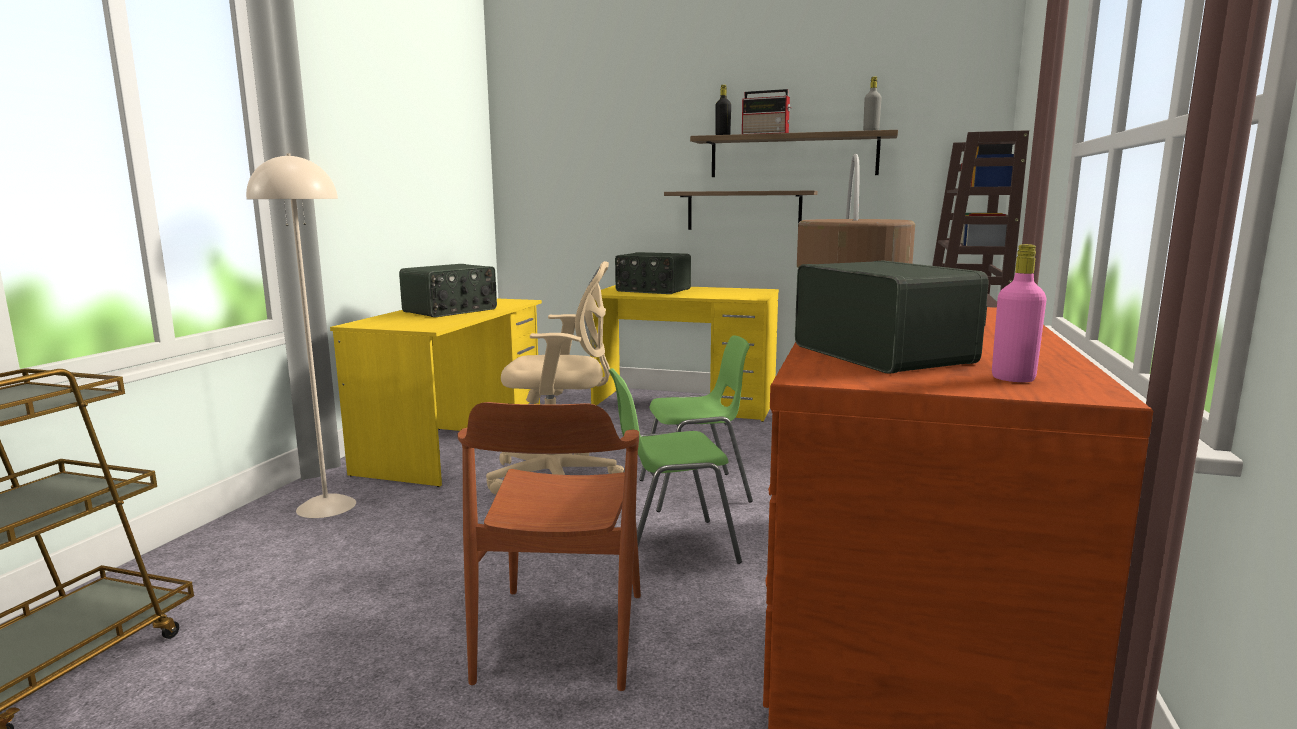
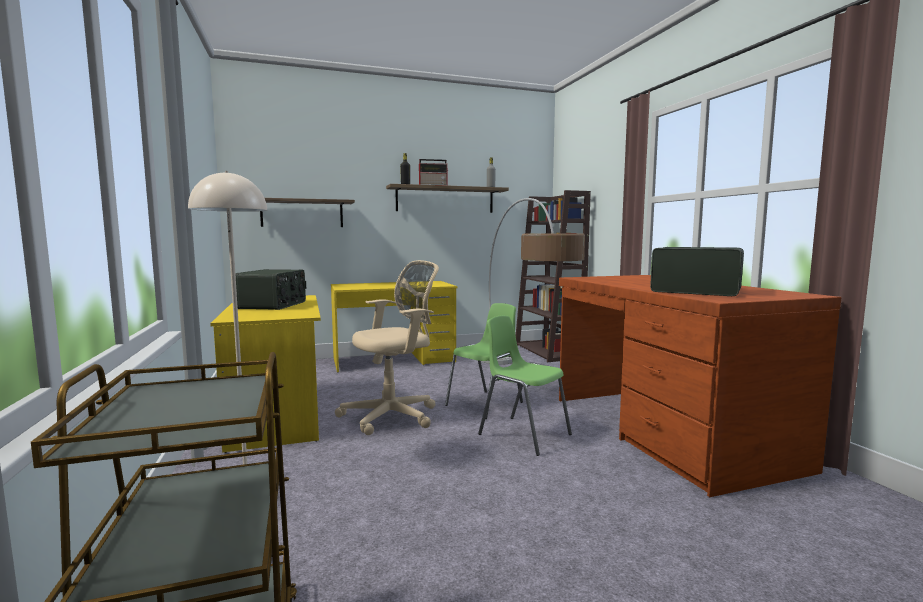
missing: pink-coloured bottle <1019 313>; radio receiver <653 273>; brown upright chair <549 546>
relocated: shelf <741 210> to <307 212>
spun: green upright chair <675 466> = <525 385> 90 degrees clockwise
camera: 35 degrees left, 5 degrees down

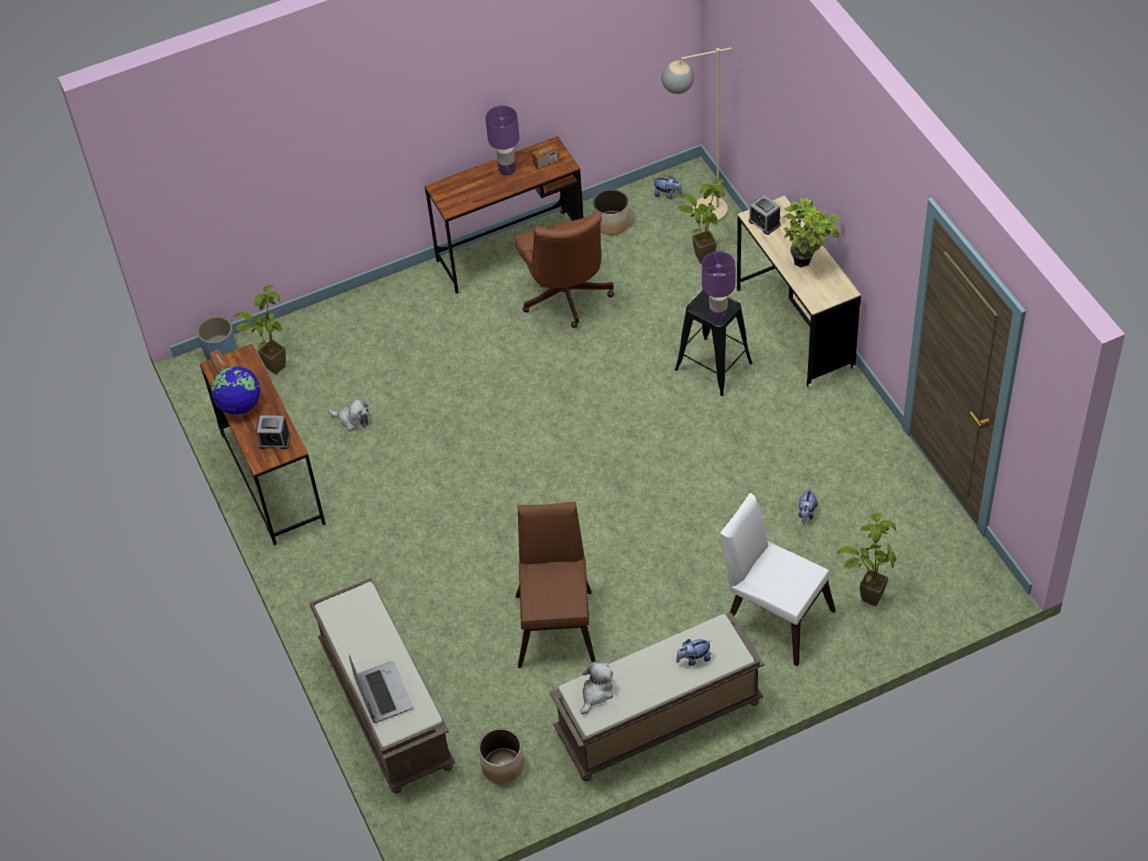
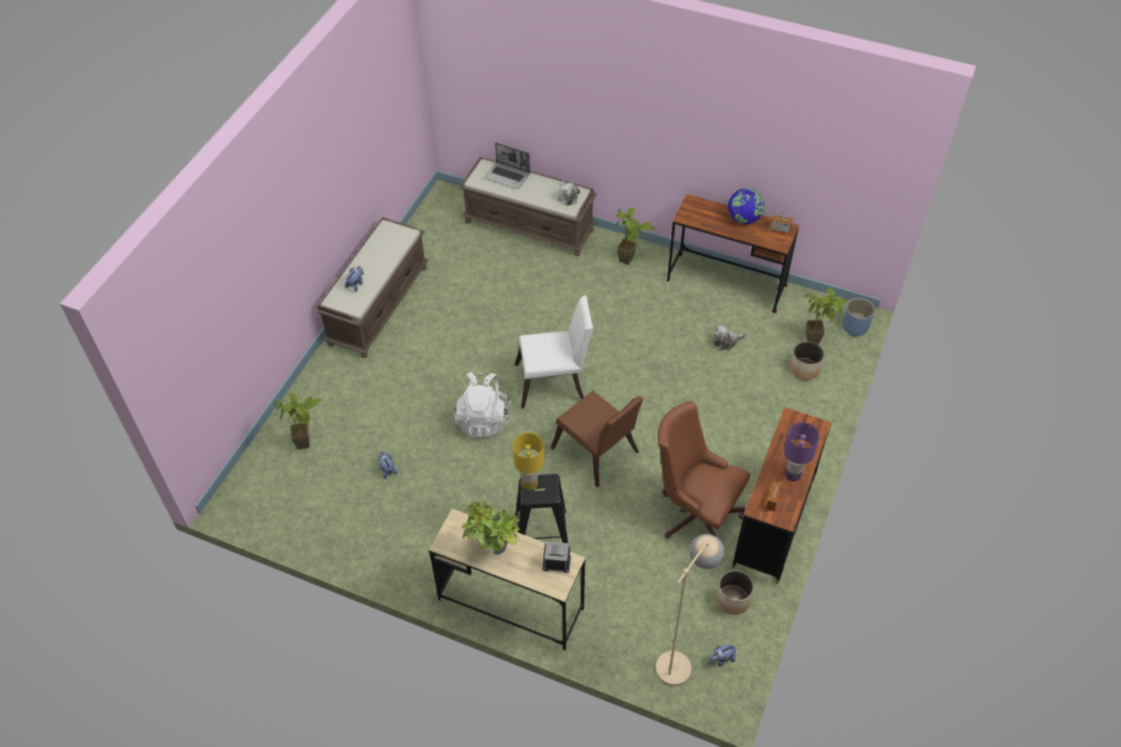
missing: bedside clock <273 432>
appeared: whitish rucksack <482 404>
relocated: potted plant <702 221> to <635 236>; whitish upright chair <778 579> to <554 351>; brown upright chair <556 585> to <597 439>; soft toy <596 688> to <568 193>; planter <501 755> to <807 361>
colour: purple table lamp <719 286> to yellow table lamp <528 462>
camera: 135 degrees right, 0 degrees up

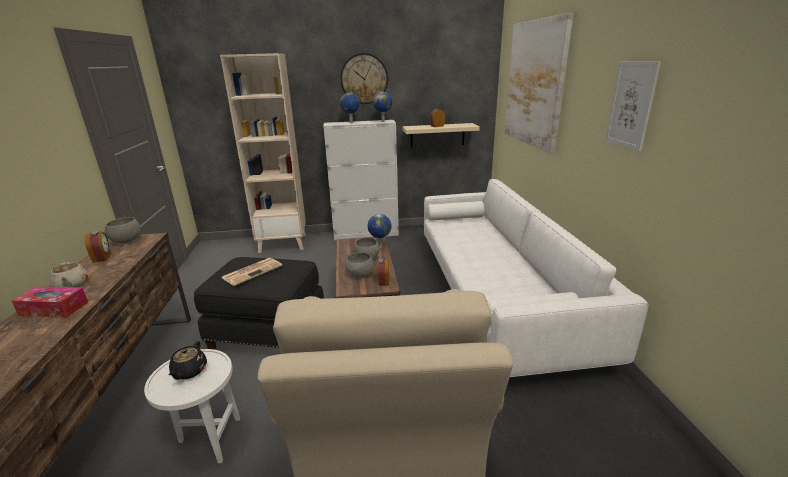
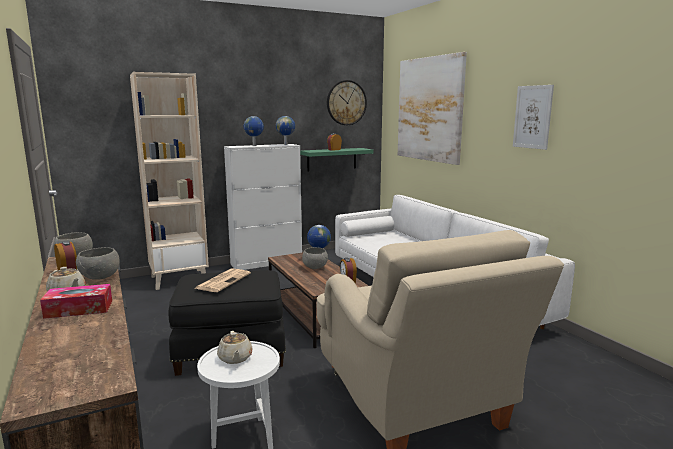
relocated: clock on the wall <364 78> to <347 102>; greyish serving bowl <359 265> to <98 263>
colour: sand-coloured shelf <441 135> to green shelf <337 160>; blackish tea pot <188 360> to sand-coloured tea pot <235 347>
camera: 20 degrees left, 10 degrees down

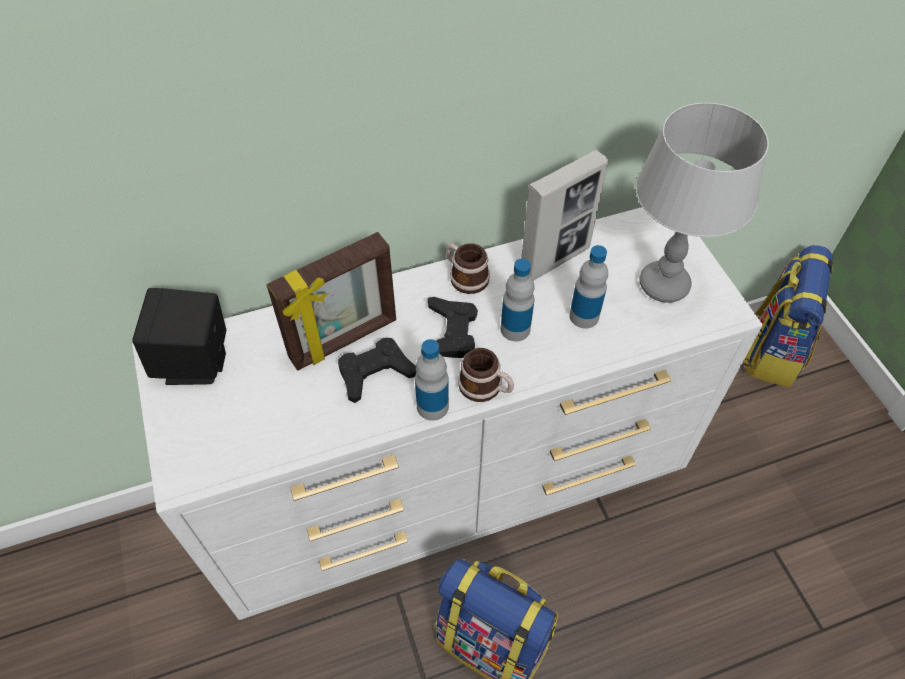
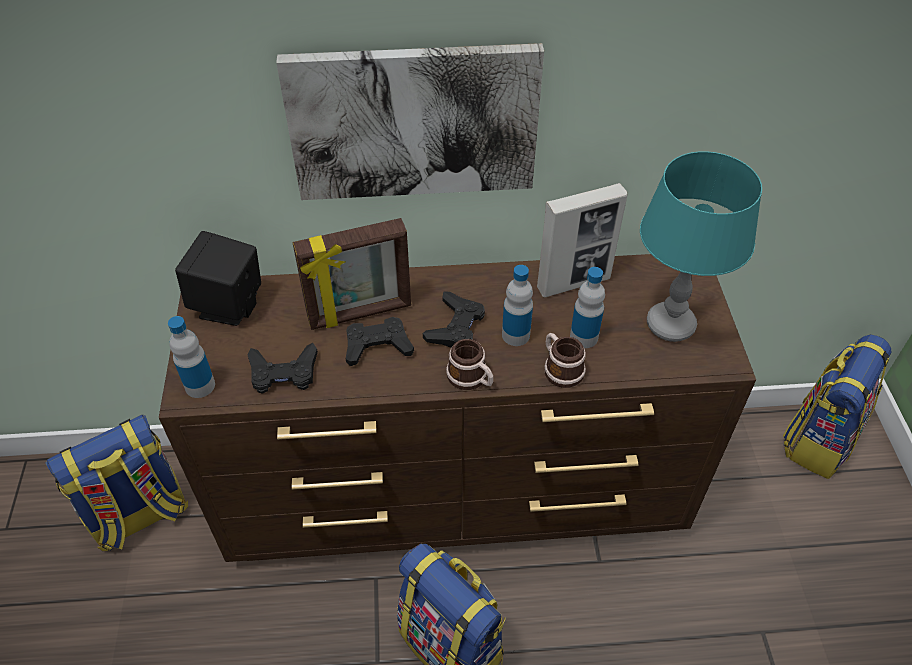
appeared: wall picture <410 121>; blackish game controller <282 368>; rucksack <117 483>
relocated: mug <468 268> to <565 360>; bottle <432 380> to <191 357>
colour: greyish table lamp <702 203> to blue-green table lamp <701 246>; whitish chest of drawers <447 413> to brown chest of drawers <457 408>
camera: 15 degrees right, 5 degrees down

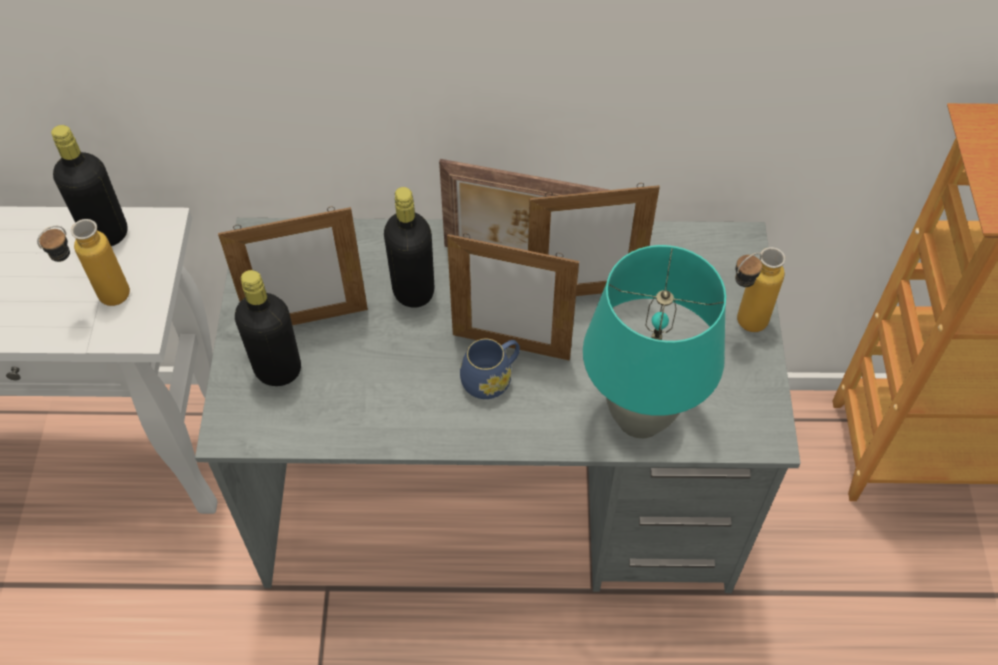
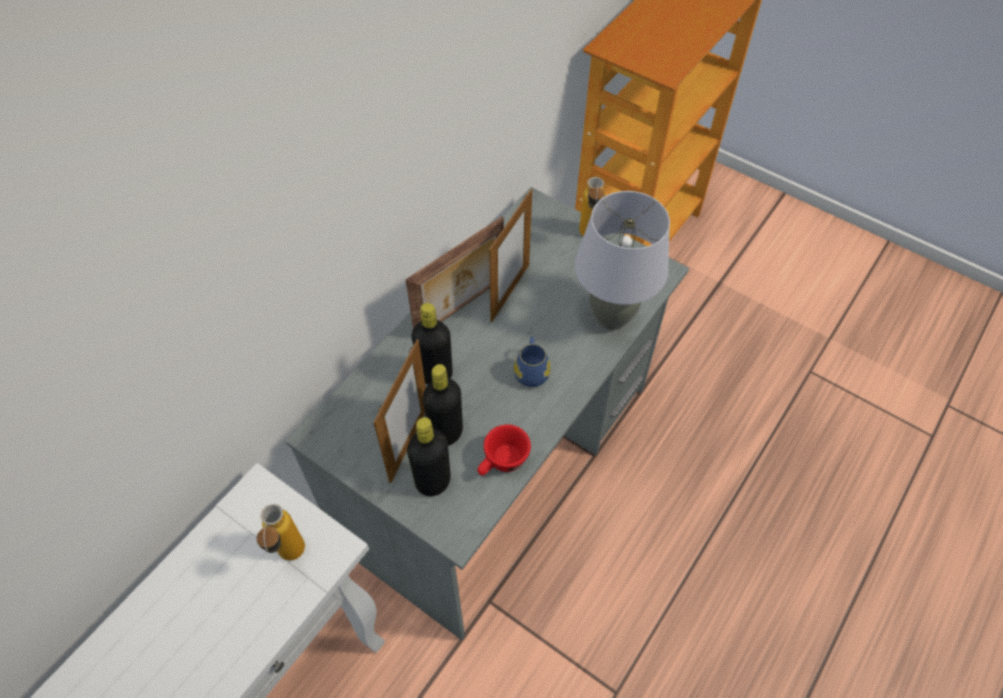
missing: picture frame <513 297>
appeared: red small cup <504 450>
relocated: blackish bottle <89 185> to <443 405>
colour: blue-green table lamp <654 341> to greyish table lamp <622 260>
camera: 55 degrees left, 0 degrees up

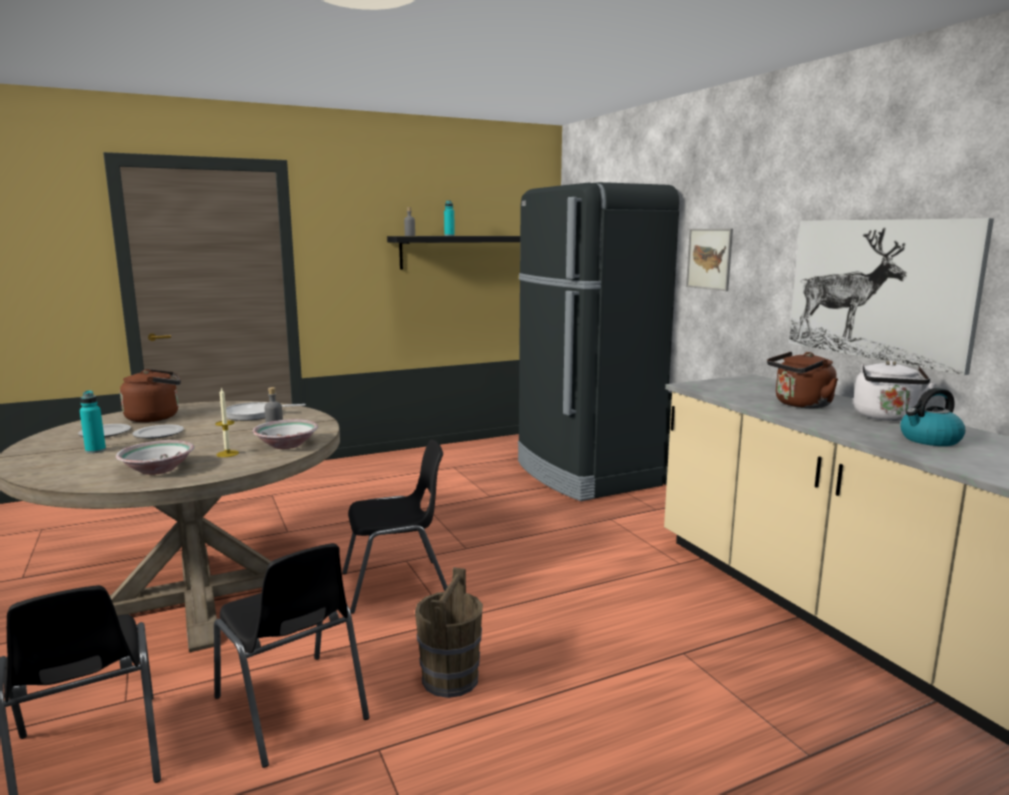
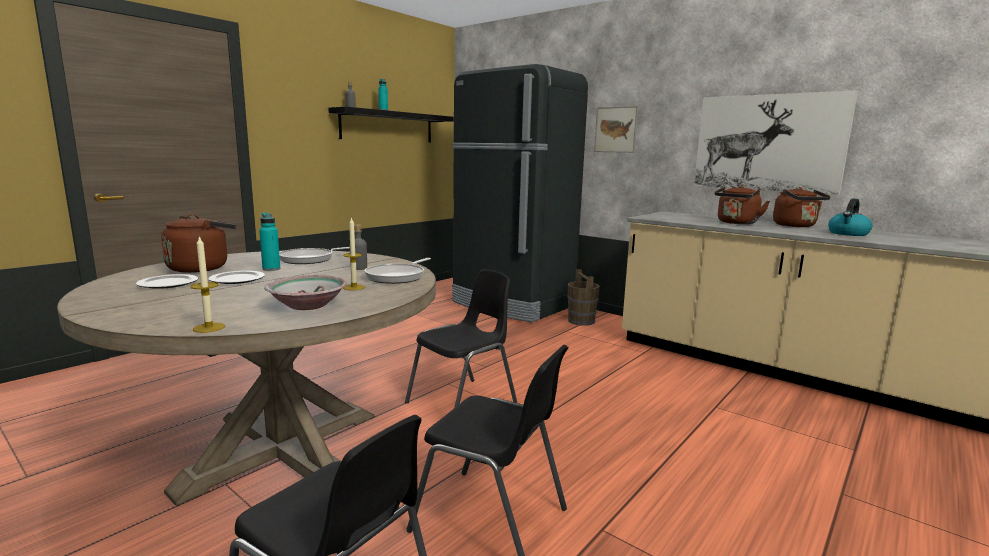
appeared: candle <208 284>
relocated: blue-green bottle <93 421> to <269 242>; brown pail <449 632> to <583 298>
exchanged: serving bowl <285 434> to pan <397 271>
colour: whitish tea kettle <894 390> to brown tea kettle <802 207>
camera: 25 degrees left, 0 degrees up

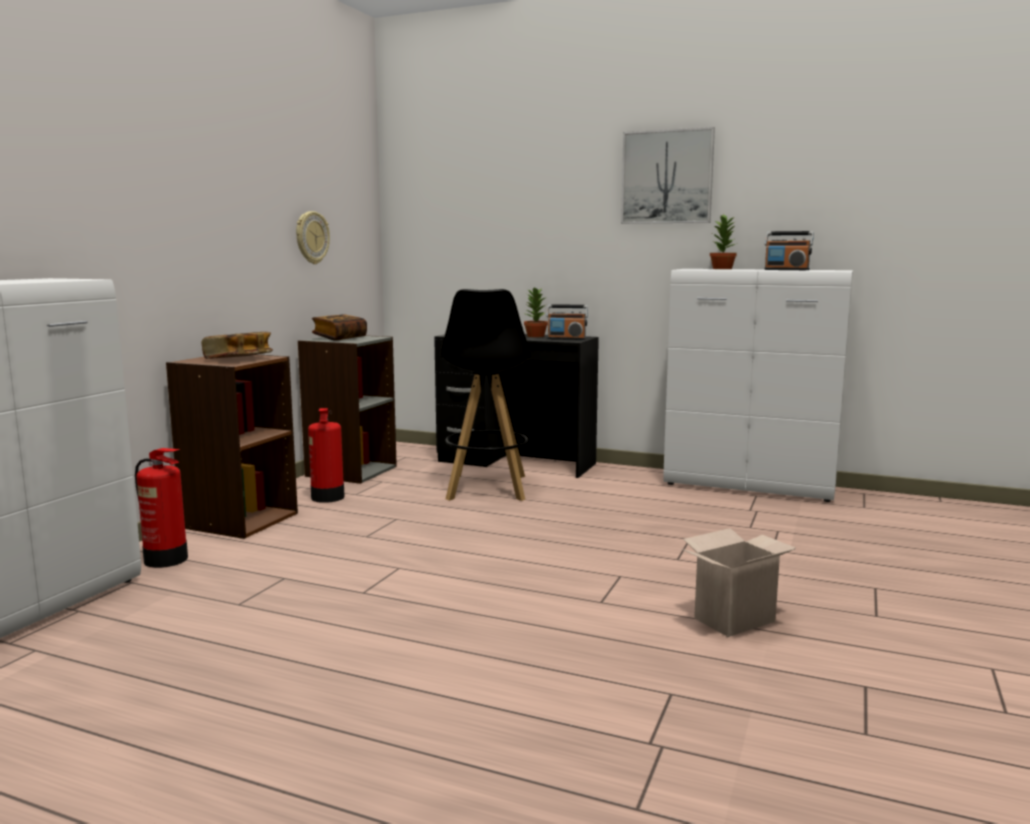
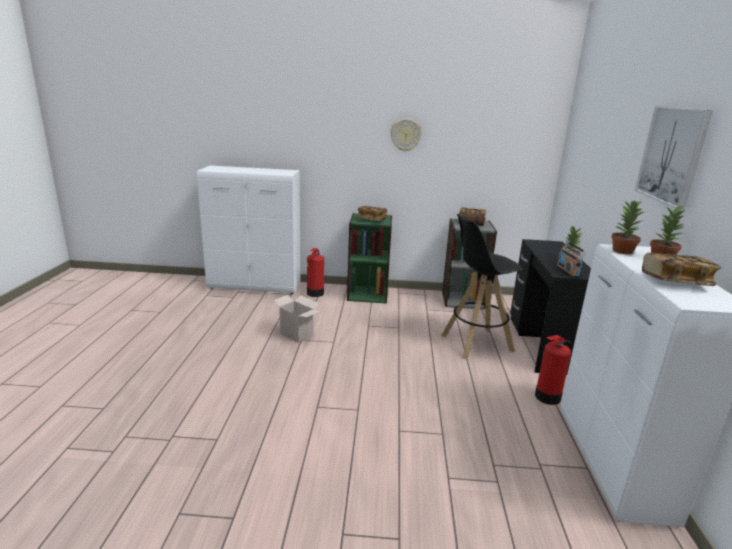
appeared: potted plant <628 227>
relocated: clock on the wall <313 237> to <406 135>; extinguisher <326 455> to <553 370>; cardboard box <738 582> to <297 319>
exchanged: radio receiver <789 250> to volume <681 269>
colour: brown bookshelf <232 446> to green bookshelf <369 258>
camera: 70 degrees right, 10 degrees up

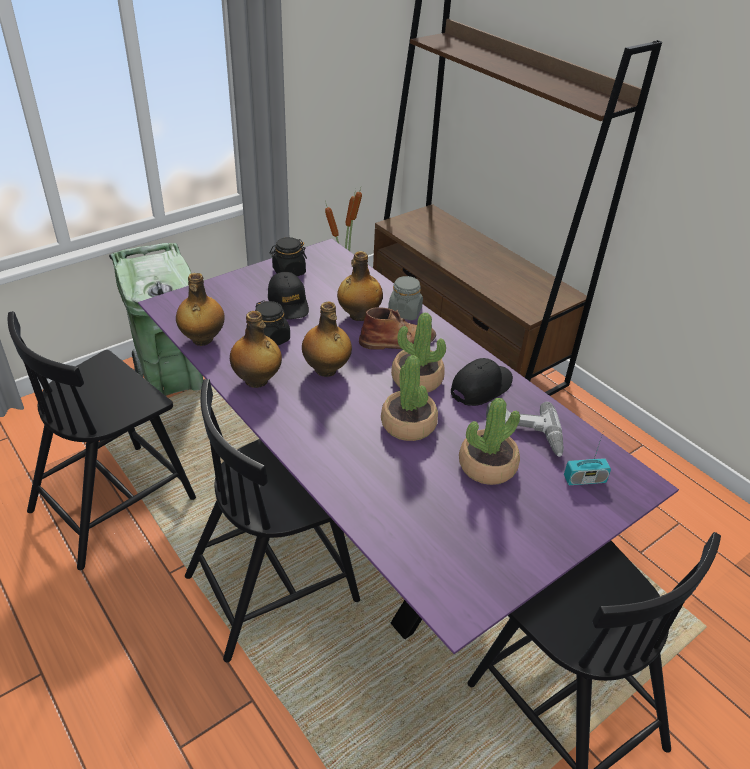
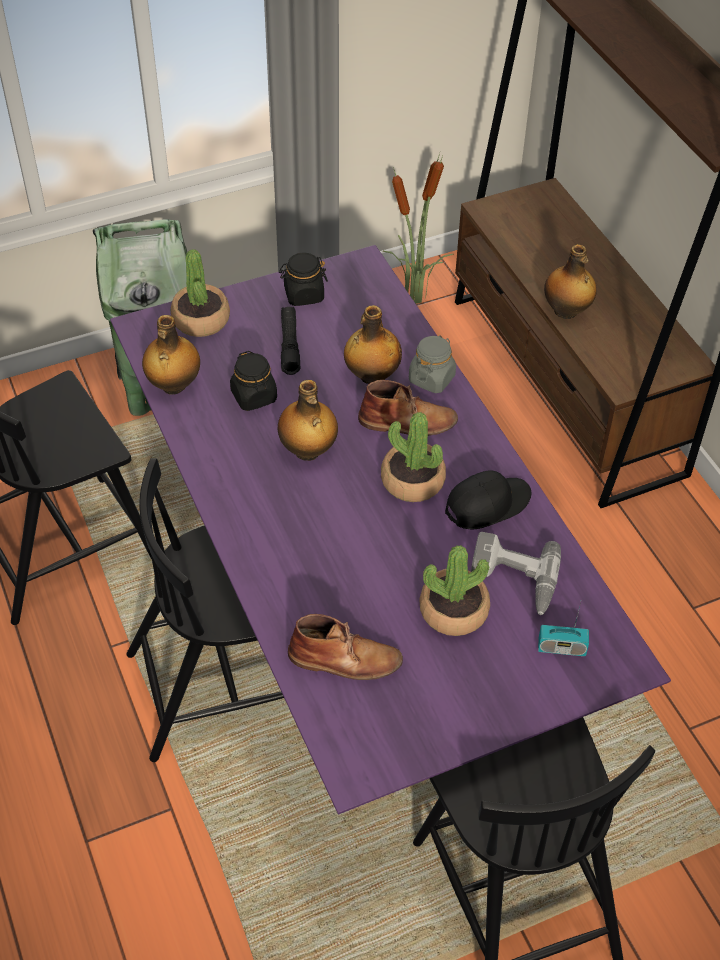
appeared: brown high-top boot <345 647>
relocated: bottle <256 349> to <570 281>; potted plant <409 398> to <200 293>
exchanged: blackish peaked cap <288 295> to blackish torch <290 341>
camera: 15 degrees right, 10 degrees up

